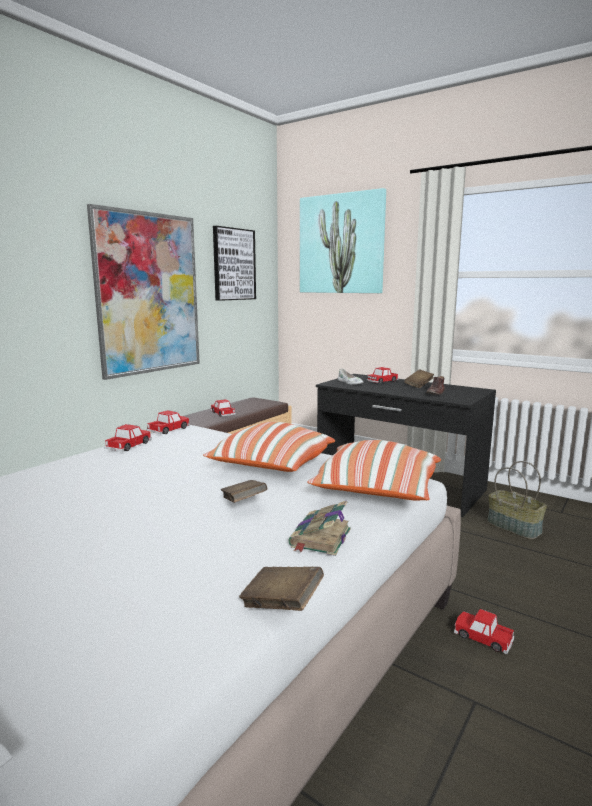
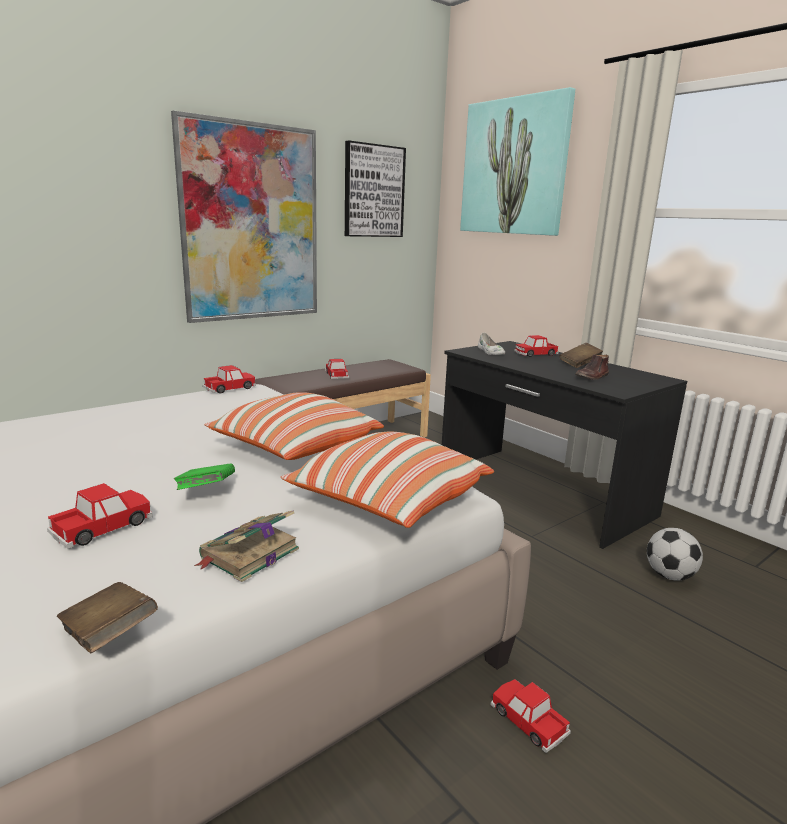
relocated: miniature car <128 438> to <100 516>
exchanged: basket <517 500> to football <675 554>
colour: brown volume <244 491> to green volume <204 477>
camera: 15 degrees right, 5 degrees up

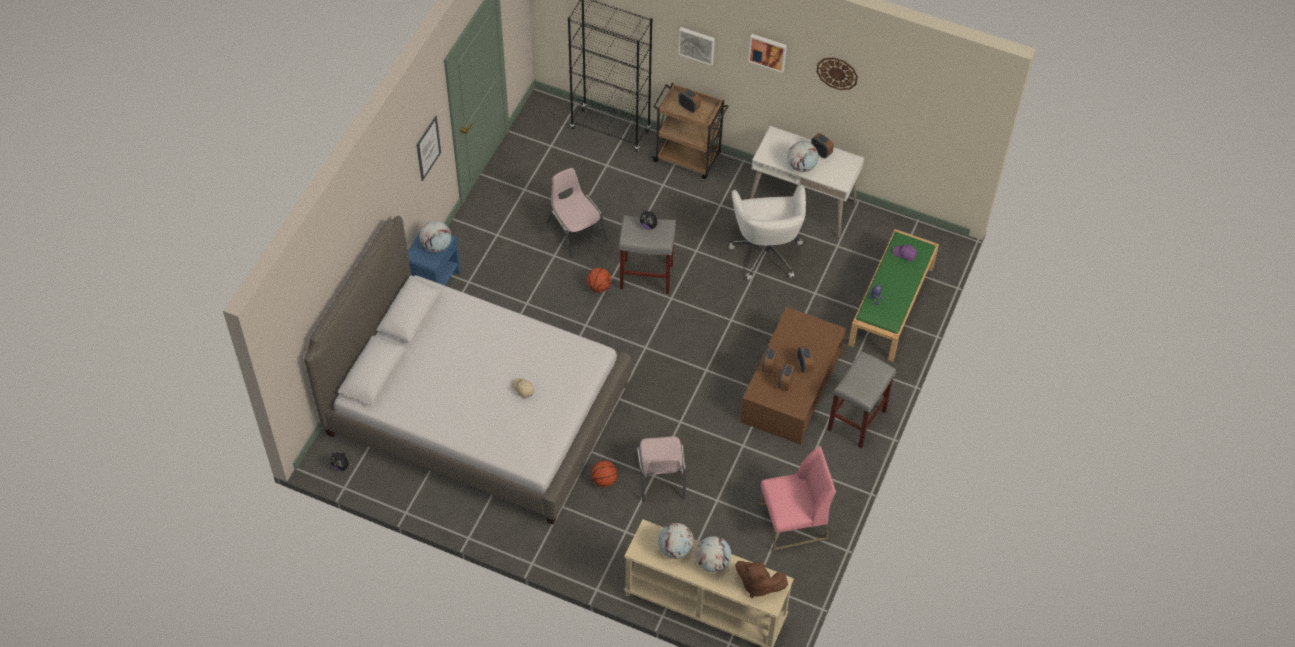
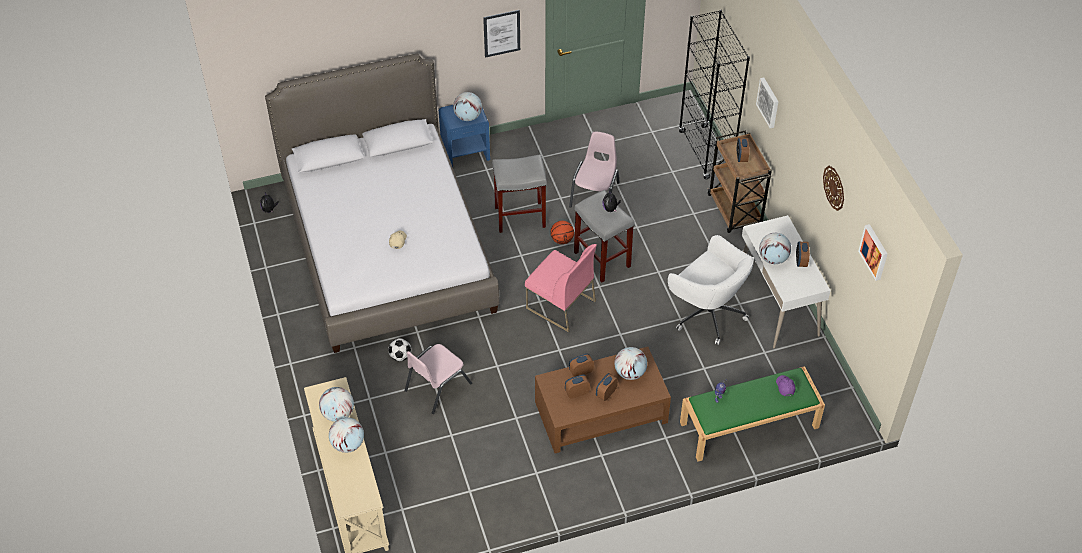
missing: brown soft toy <761 579>
appeared: globe <631 363>
relocated: wall picture <767 53> to <872 252>; greyish sitting stool <861 399> to <519 193>; pink-coloured upright chair <797 498> to <561 288>
exchanged: basketball ball <604 473> to football <399 349>
spun: whitish computer chair <767 232> = <711 290> 90 degrees counterclockwise
camera: 50 degrees right, 5 degrees down

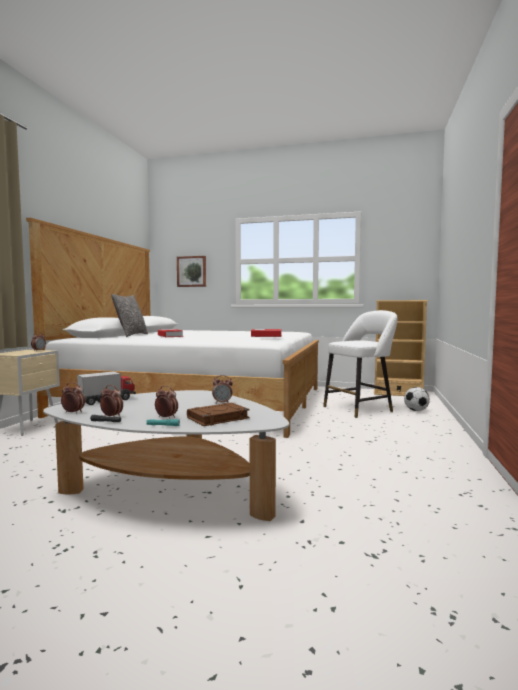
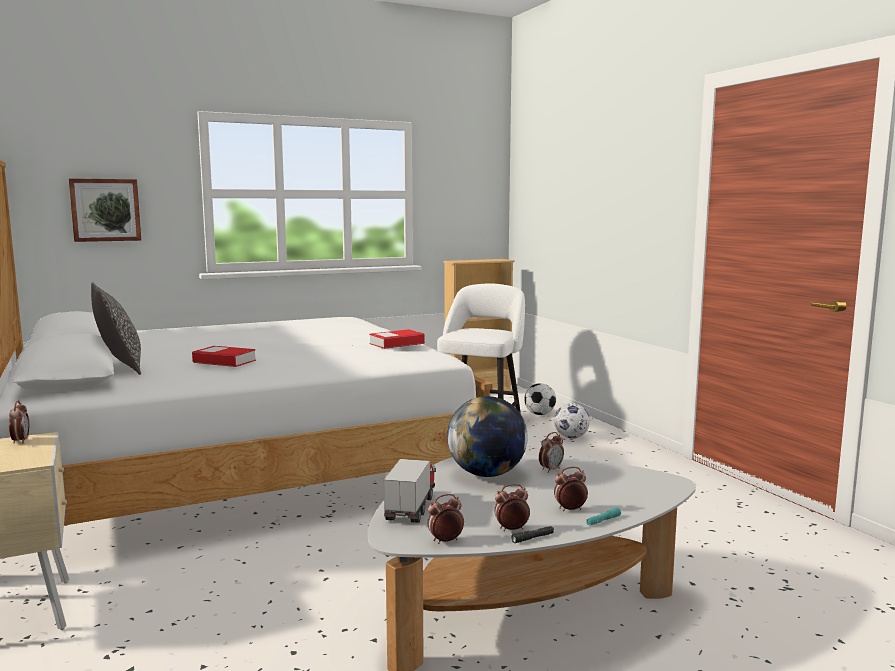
missing: brown volume <218 414>
appeared: globe <487 436>; football <572 421>
camera: 40 degrees left, 5 degrees up

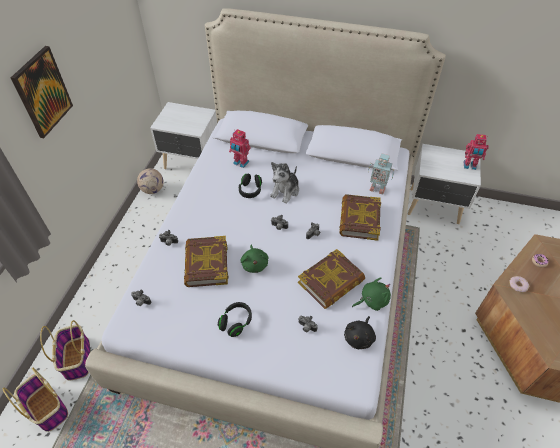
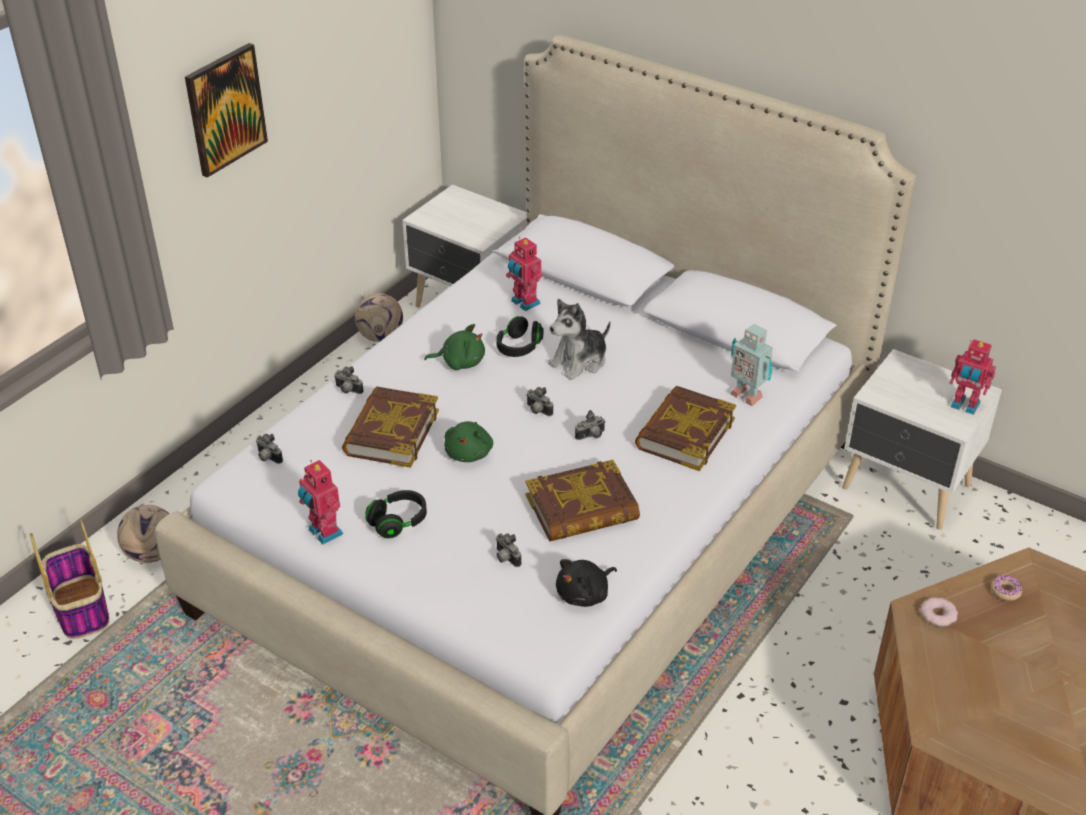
appeared: model robot <320 502>
relocated: green soft toy <371 294> to <454 347>
exchanged: basket <65 350> to football <143 534>
camera: 20 degrees right, 10 degrees down

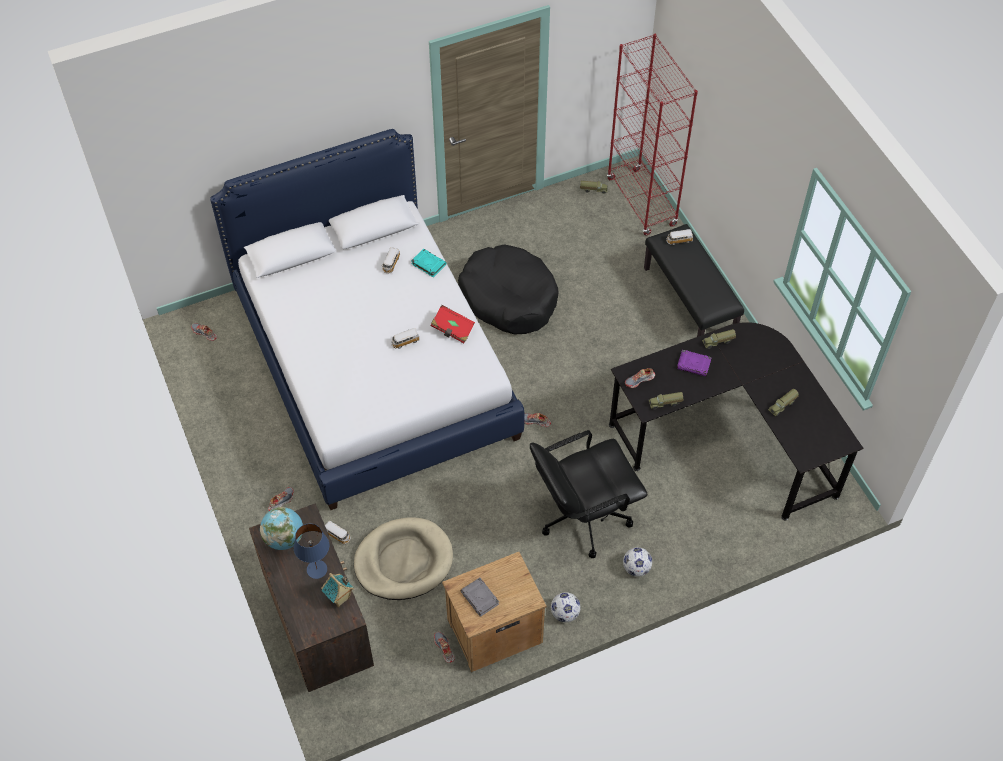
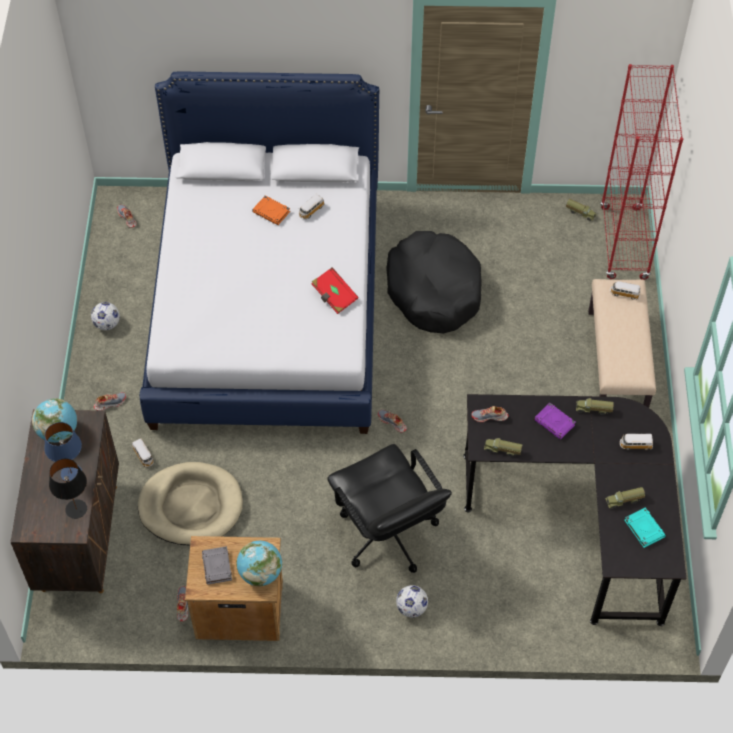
appeared: orange volume <271 210>; globe <259 564>
relocated: blue-green volume <428 263> to <645 527>; miniature car <405 338> to <636 442>; football <565 607> to <105 316>
exchanged: model house <337 590> to blackish table lamp <68 488>
colour: blackish bench <694 280> to sand-coloured bench <622 343>
spun: blackish computer chair <589 494> = <389 508> 120 degrees counterclockwise
camera: 25 degrees right, 0 degrees up

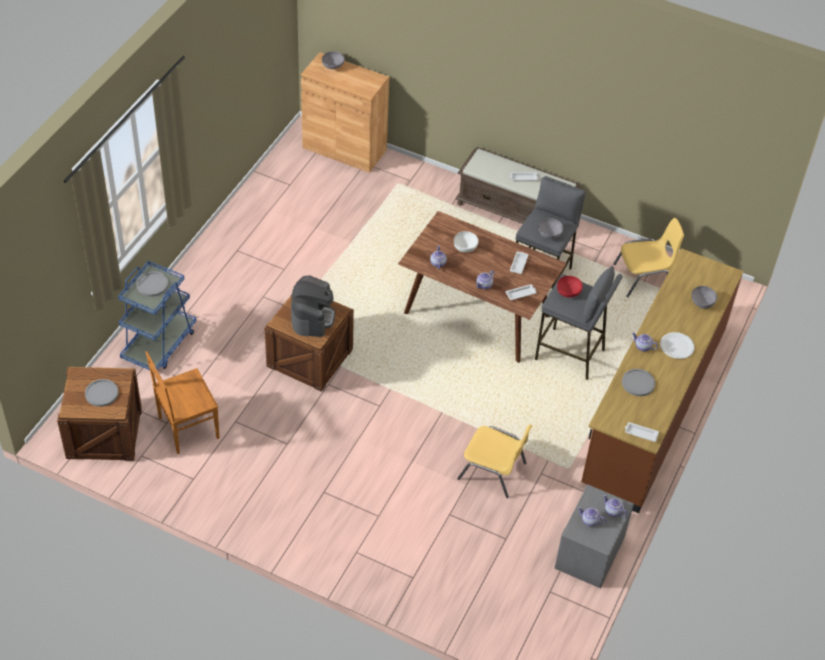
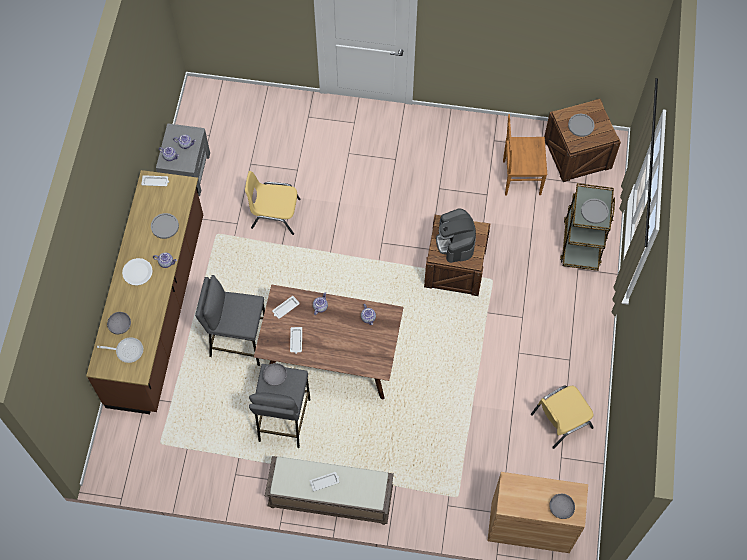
missing: whitish serving bowl <466 241>; red serving bowl <570 287>
appeared: pan <120 350>
relocated: yellow upright chair <649 257> to <562 417>
colour: blue-coloured wheeled cart <157 316> to brown wheeled cart <587 227>
spun: brown upright chair <183 402> = <525 154> 135 degrees counterclockwise
camera: 165 degrees right, 15 degrees up

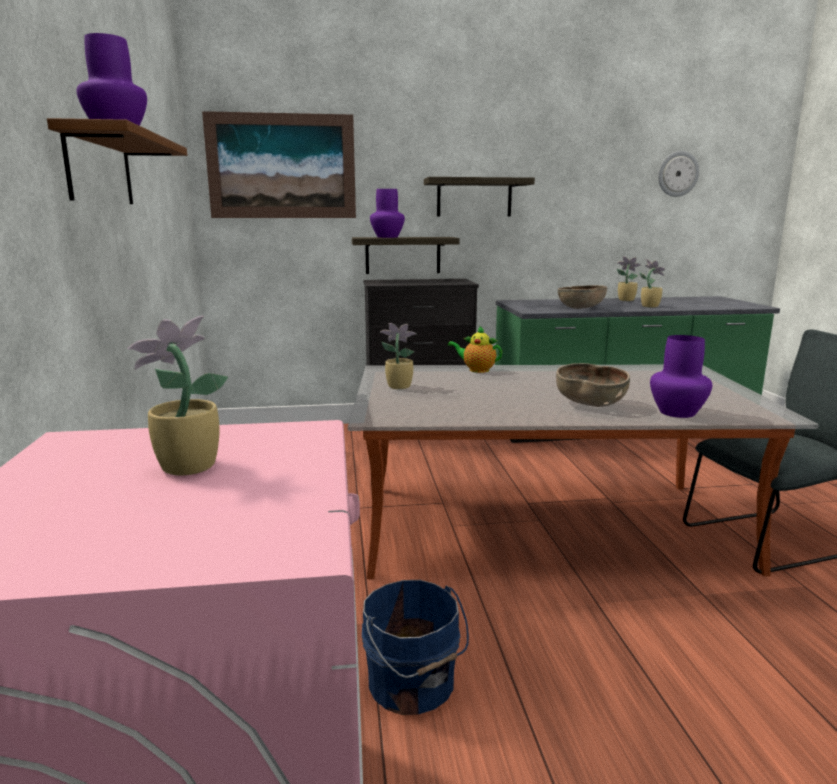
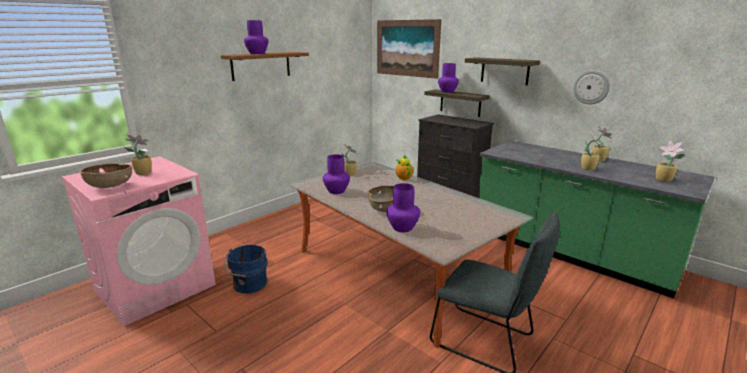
appeared: potted plant <670 161>; purple flower vase <336 174>
relocated: clock on the wall <678 174> to <591 87>; brown serving bowl <582 297> to <106 175>
camera: 50 degrees right, 5 degrees up

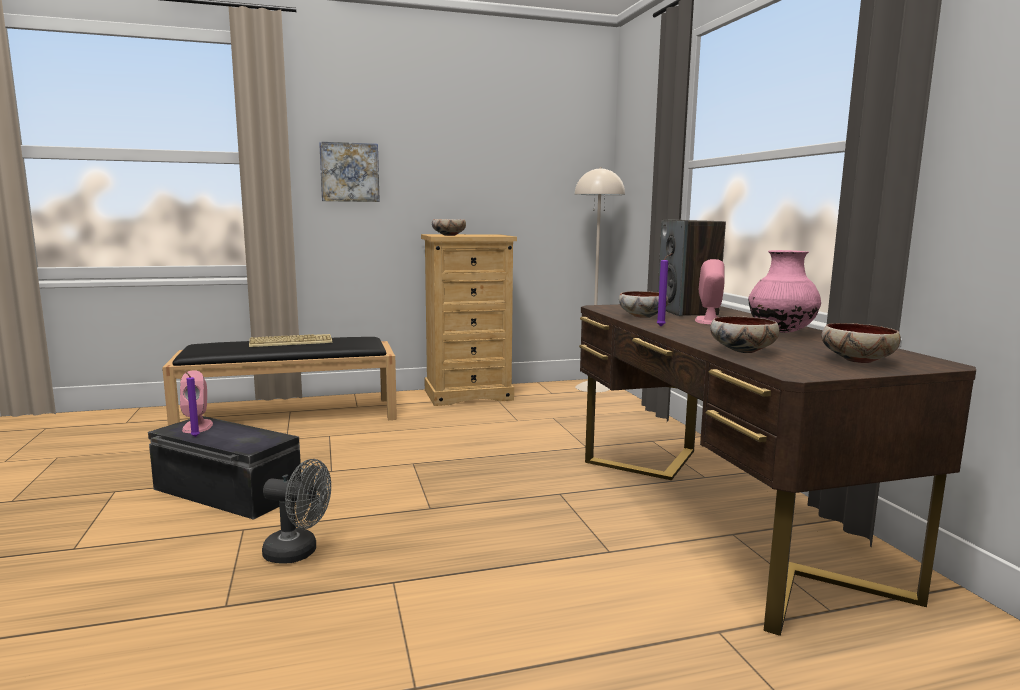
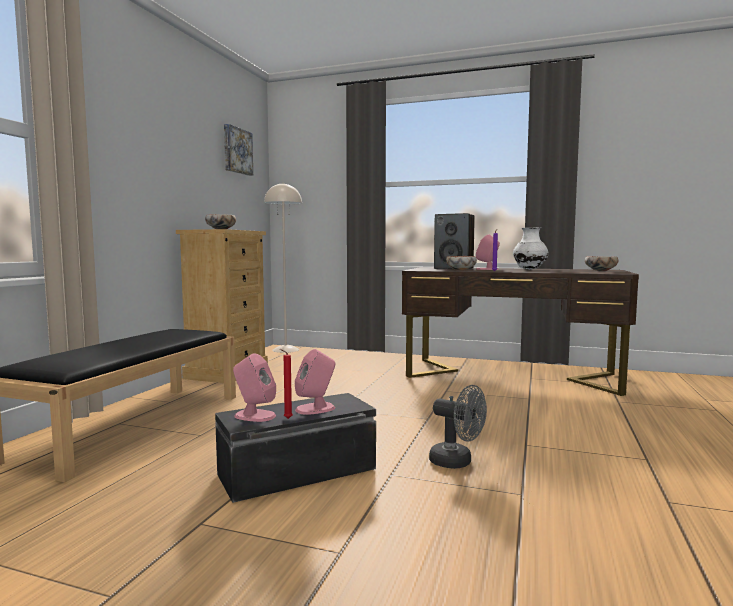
missing: serving bowl <745 334>; PC keyboard <290 340>
appeared: pink-coloured audio speaker <315 382>
relocated: wall picture <349 172> to <238 150>
colour: pink-coloured flower vase <784 291> to whitish flower vase <531 248>; purple candle <192 404> to red candle <286 384>
spun: greyish electric fan <296 511> = <458 427> 75 degrees clockwise
camera: 55 degrees left, 5 degrees down

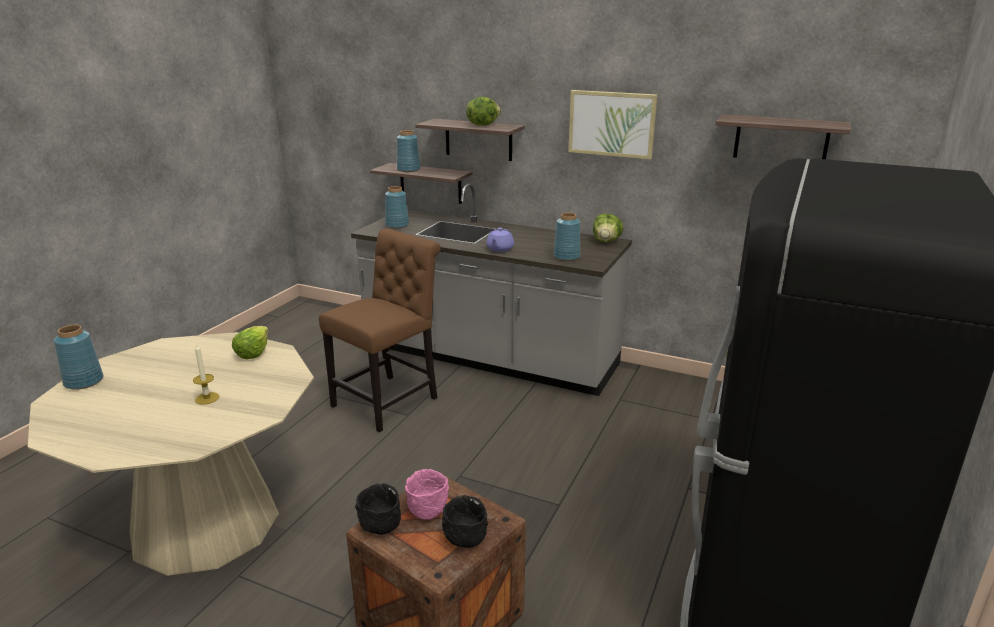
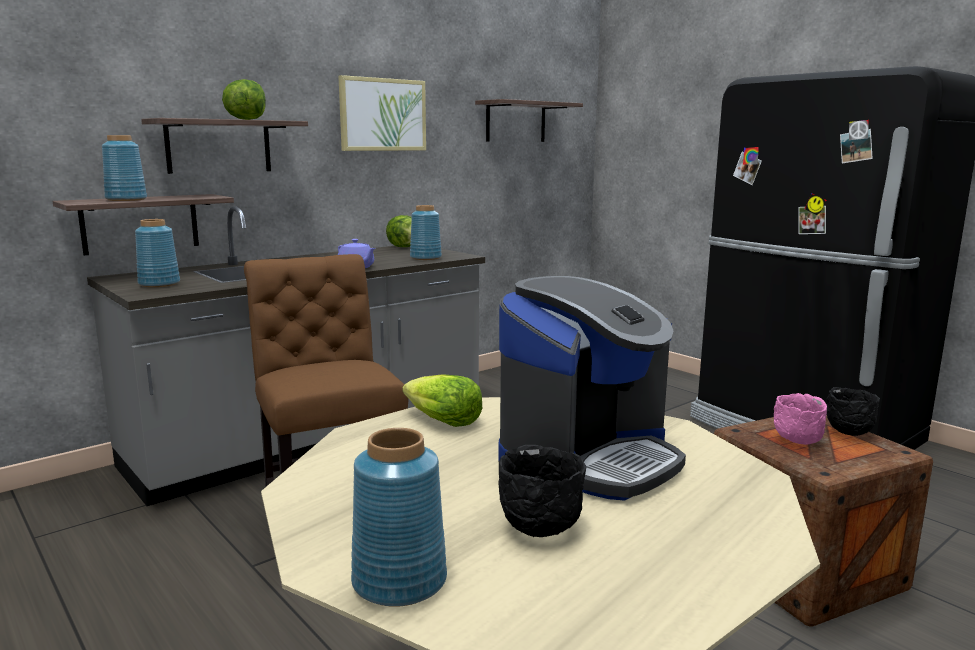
relocated: blackish serving bowl <378 509> to <543 491>
exchanged: candle <206 374> to coffee maker <592 388>
camera: 65 degrees left, 10 degrees down

